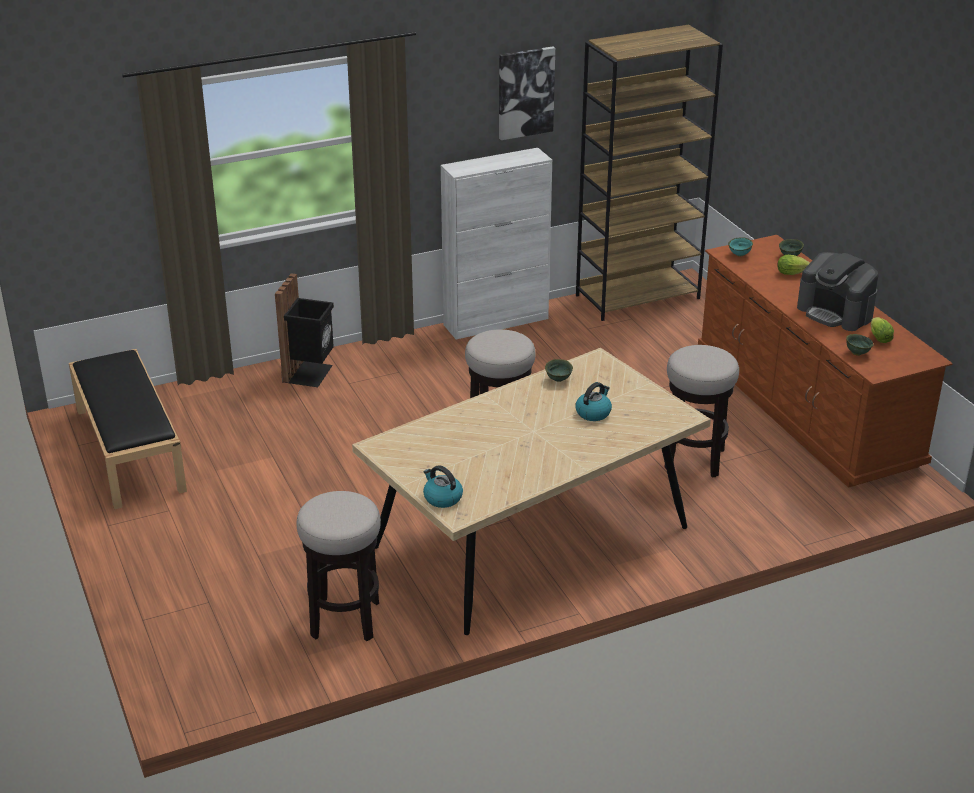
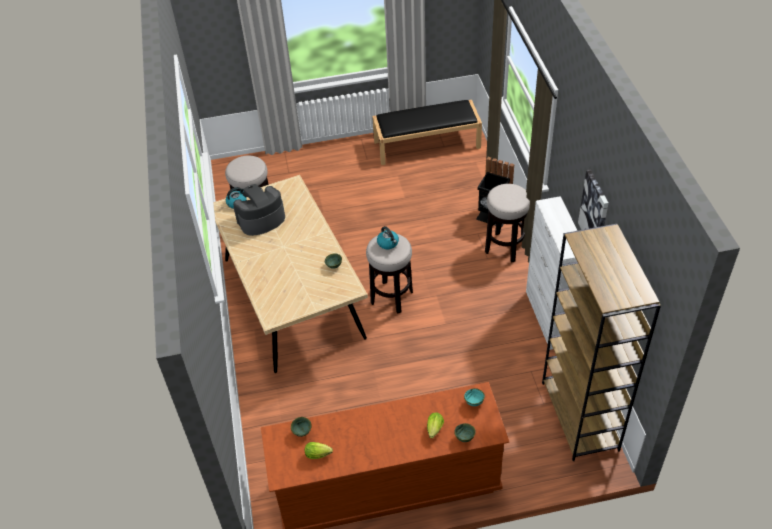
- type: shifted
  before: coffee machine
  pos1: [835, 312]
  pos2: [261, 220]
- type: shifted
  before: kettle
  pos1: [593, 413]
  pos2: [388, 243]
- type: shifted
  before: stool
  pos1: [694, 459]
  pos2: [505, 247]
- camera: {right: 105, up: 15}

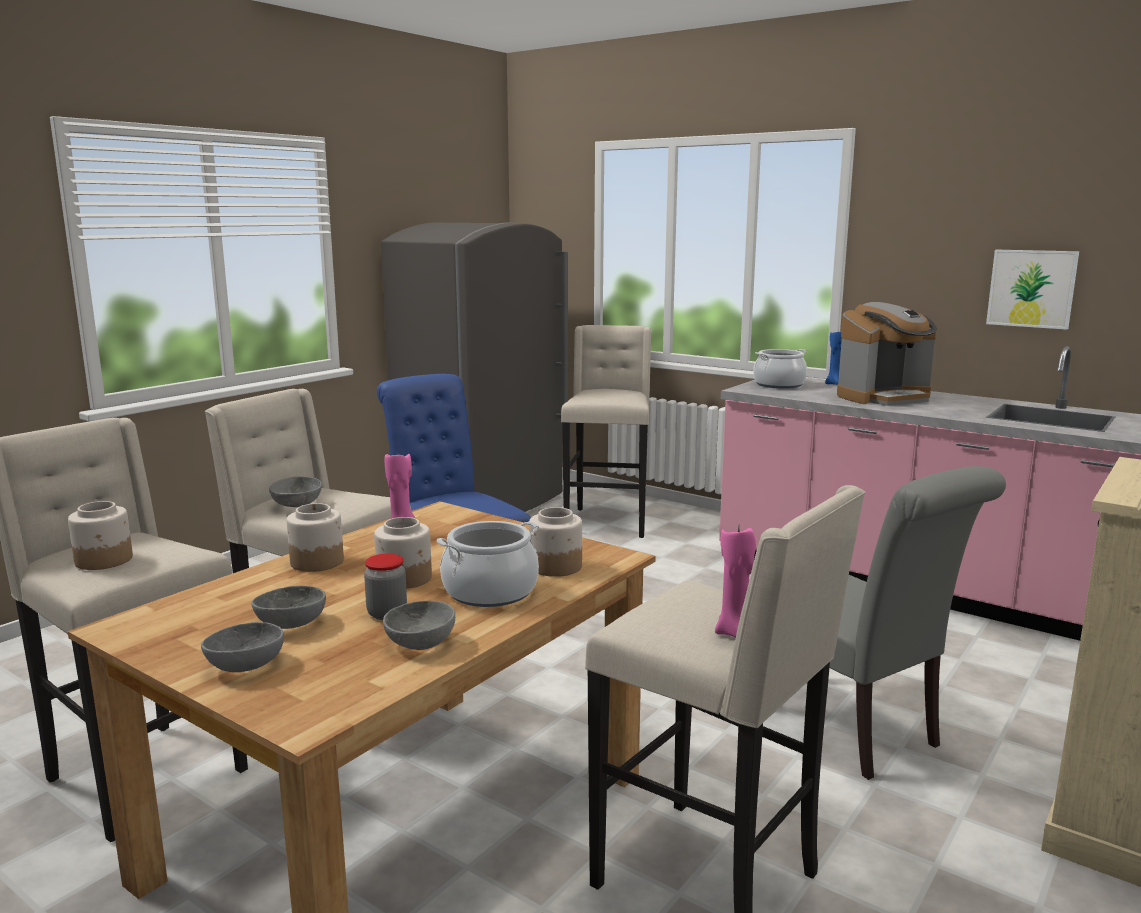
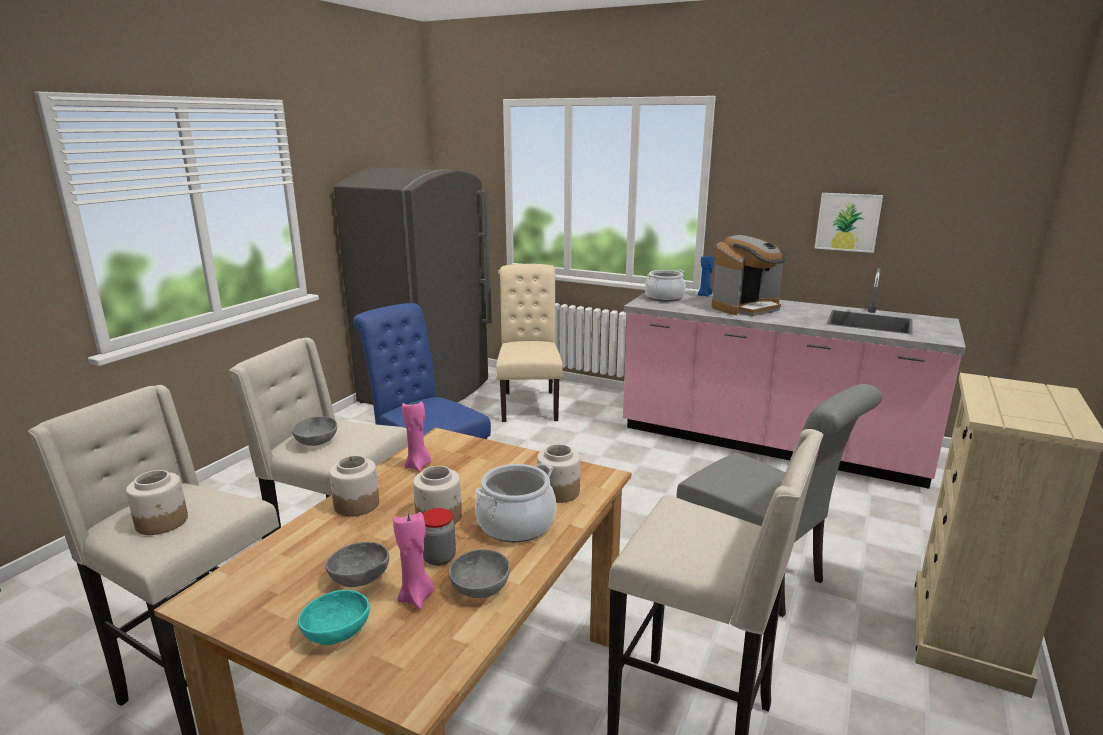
- type: repainted
  before: grey bowl
  after: turquoise bowl
  pos1: [244, 665]
  pos2: [335, 633]
- type: shifted
  before: pink candle
  pos1: [735, 632]
  pos2: [416, 597]
- type: swapped
  before: beige stool
  after: beige chair
  pos1: [607, 522]
  pos2: [529, 404]
- camera: {right: -10, up: 5}

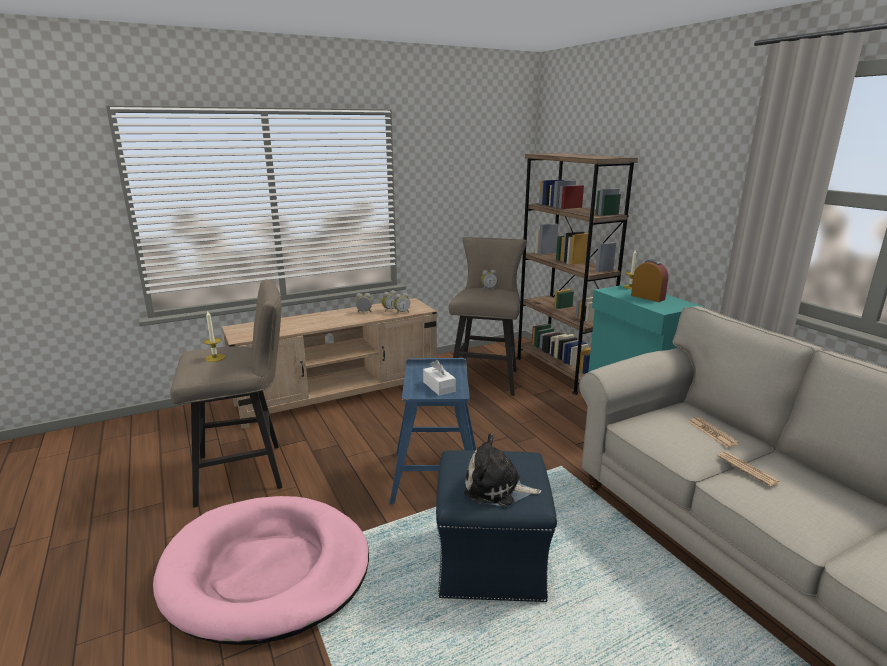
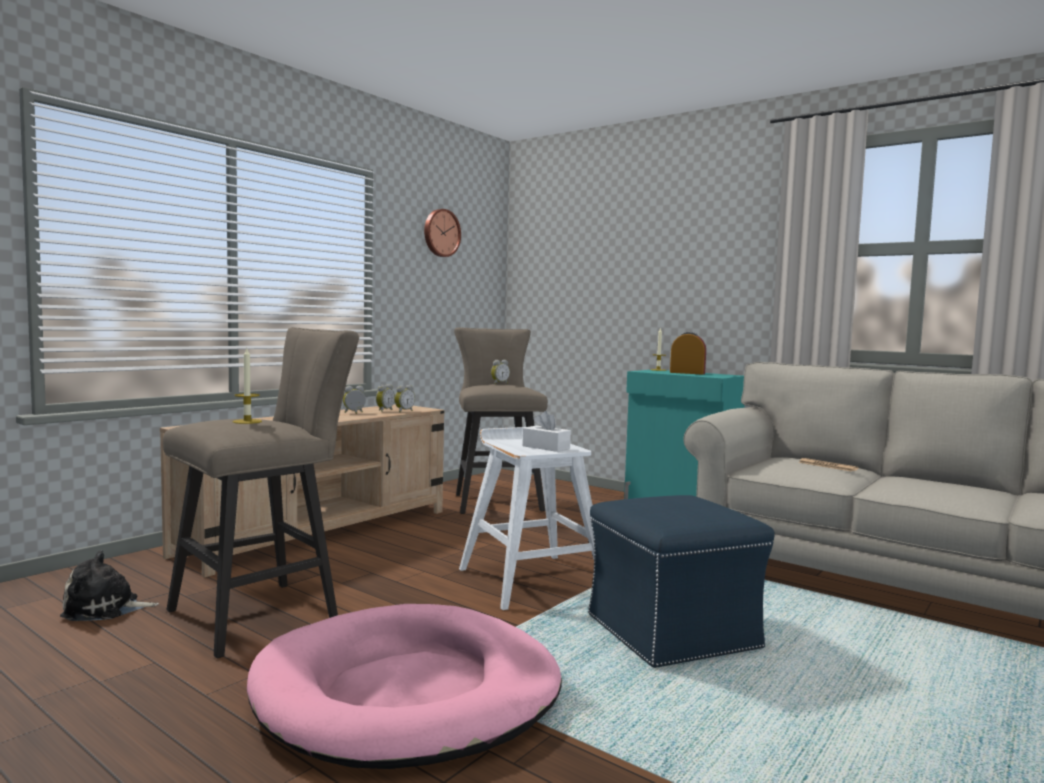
- type: shifted
  before: plush toy
  pos1: [497, 488]
  pos2: [105, 609]
- type: new
  after: wall clock
  pos2: [441, 233]
- type: repainted
  before: blue stool
  after: white stool
  pos1: [436, 475]
  pos2: [531, 580]
- type: gone
  before: brown bookcase
  pos1: [560, 371]
- type: gone
  before: newspaper
  pos1: [747, 469]
- camera: {right: -25, up: -15}

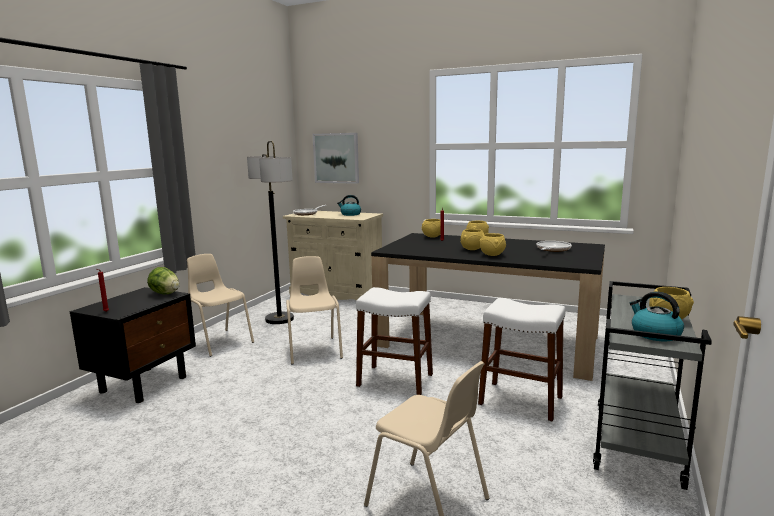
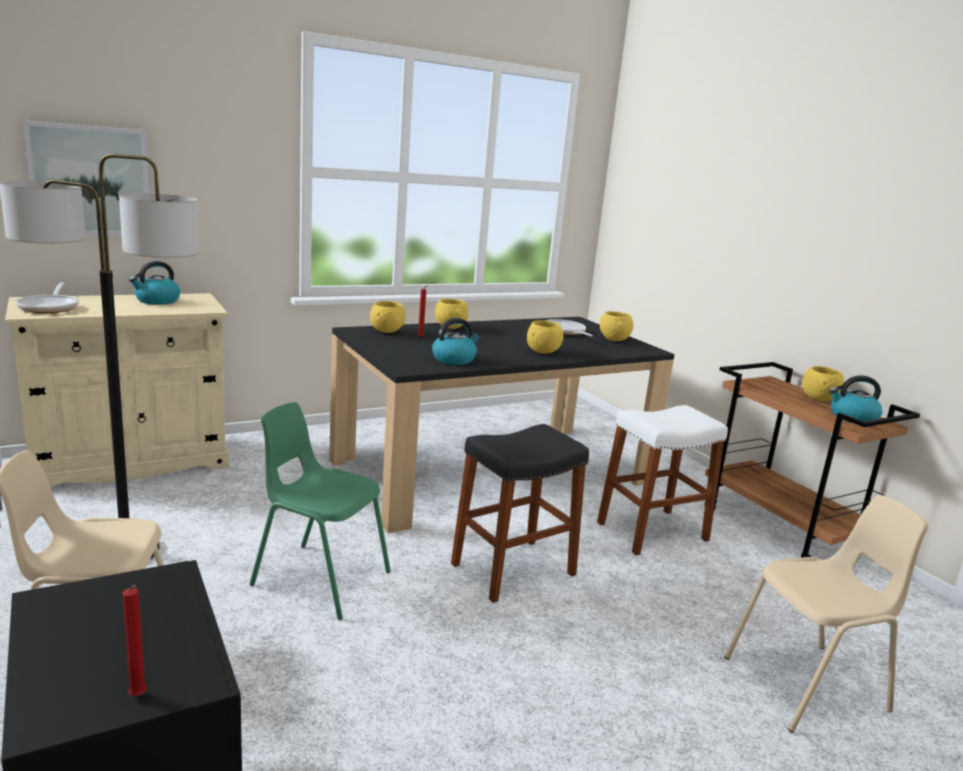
- type: repainted
  before: beige chair
  after: green chair
  pos1: [314, 350]
  pos2: [320, 578]
- type: new
  after: kettle
  pos2: [454, 359]
- type: repainted
  before: white stool
  after: black stool
  pos1: [395, 380]
  pos2: [513, 569]
- type: shifted
  before: yellow bowl
  pos1: [472, 249]
  pos2: [613, 340]
- type: repainted
  before: grey cart
  after: brown cart
  pos1: [638, 445]
  pos2: [781, 531]
- type: gone
  before: lettuce
  pos1: [165, 293]
- camera: {right: -55, up: 5}

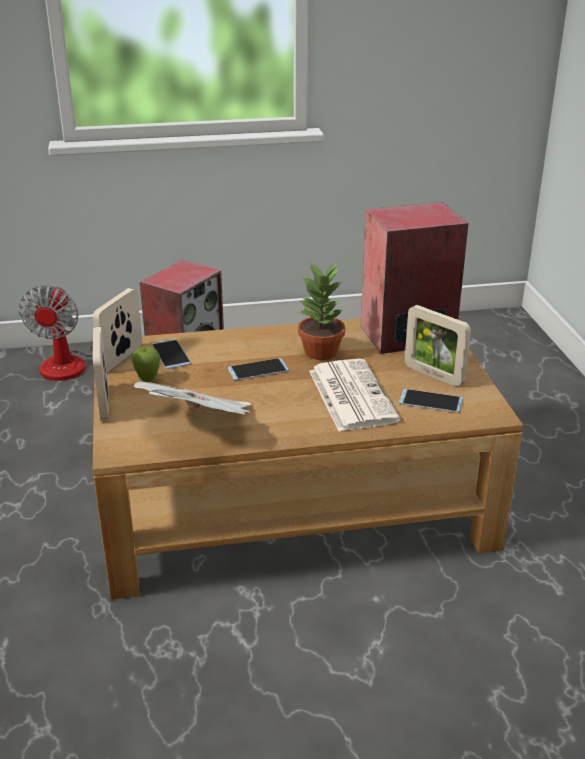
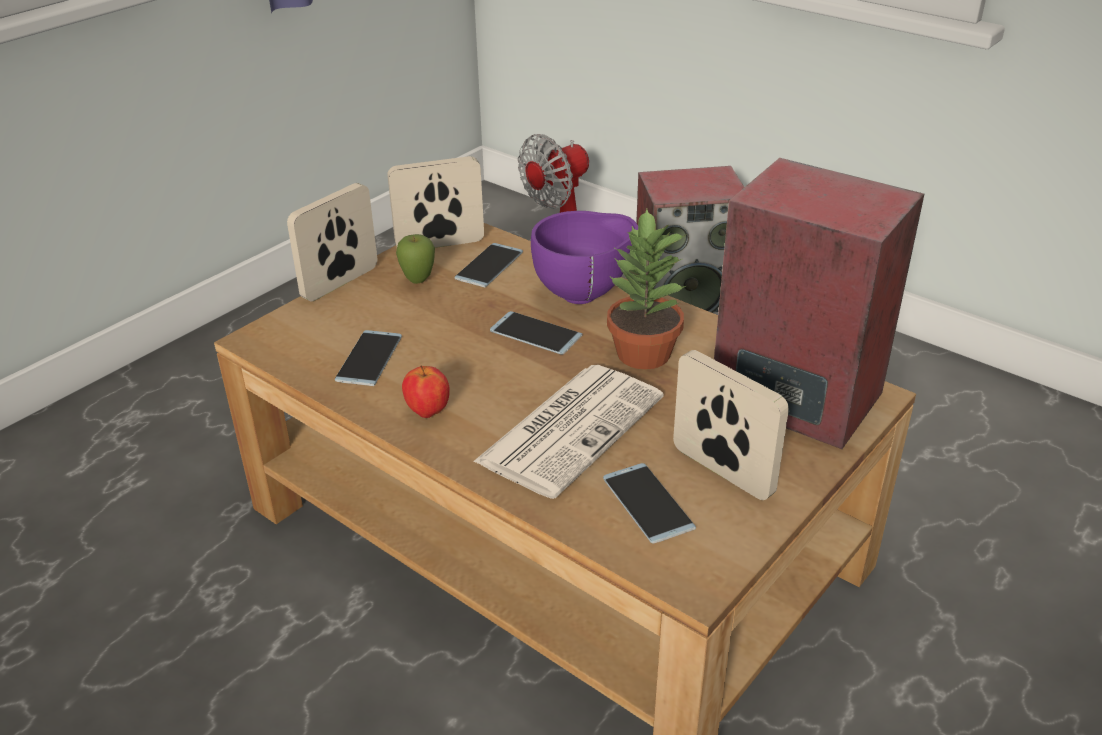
- type: swapped
  before: newspaper
  after: phone
  pos1: [200, 424]
  pos2: [369, 358]
- type: new
  after: apple
  pos2: [428, 412]
- type: new
  after: purple bowl
  pos2: [585, 295]
- type: rotated
  before: picture frame
  pos1: [433, 375]
  pos2: [722, 471]
  turn: 135
- camera: {right: 50, up: 5}

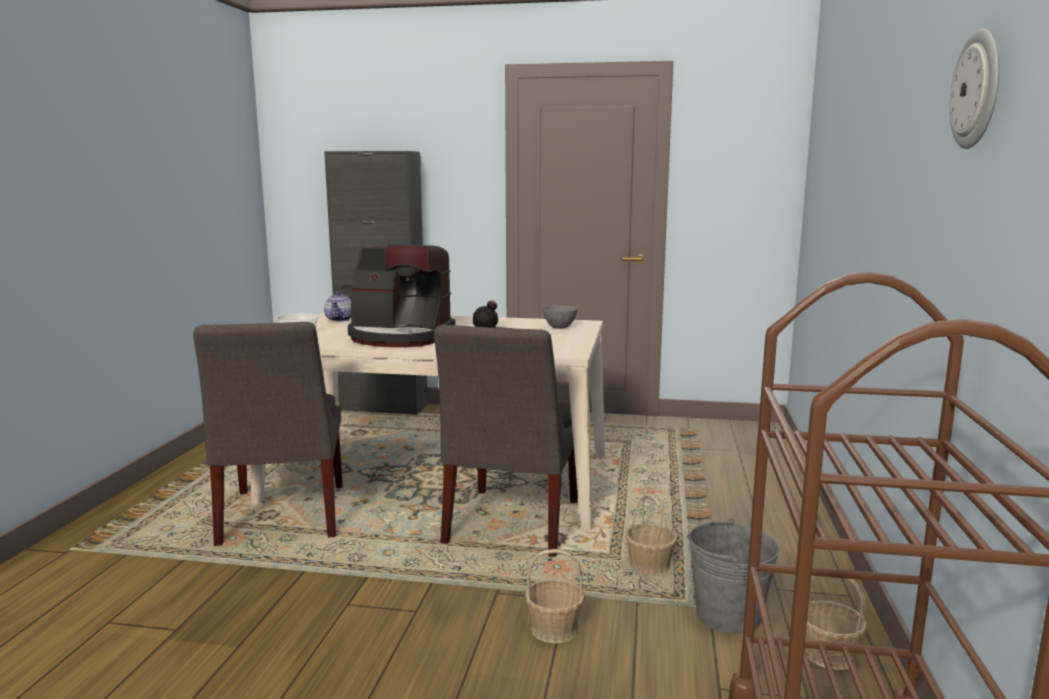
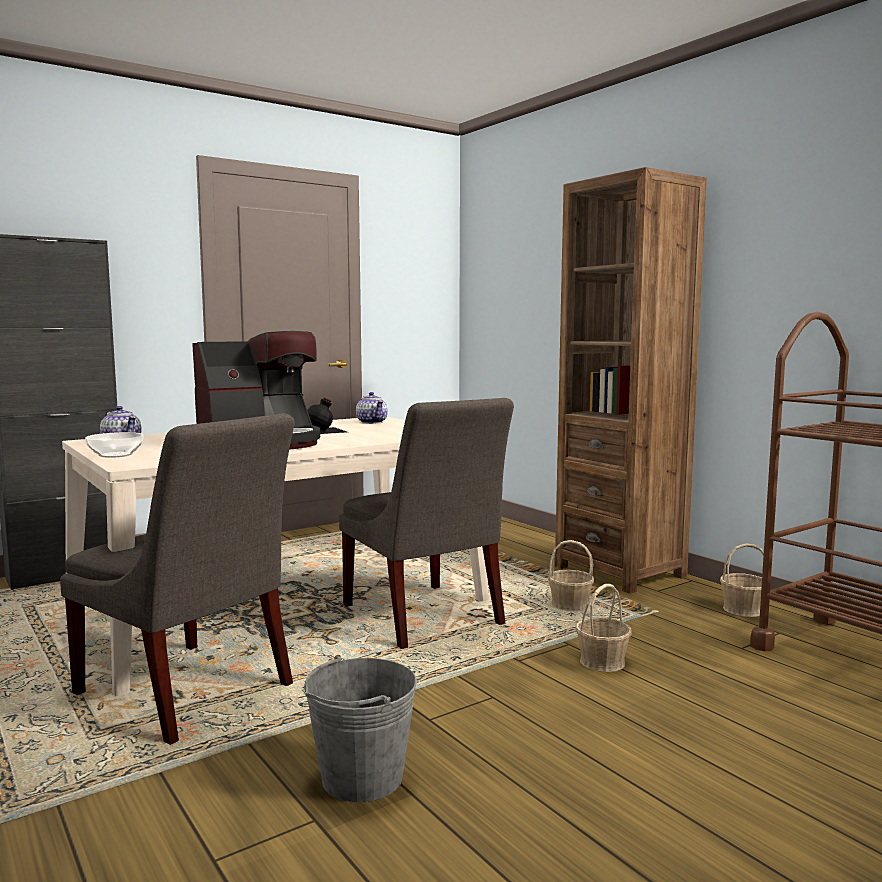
- type: shifted
  before: grey bucket
  pos1: [728, 615]
  pos2: [362, 778]
- type: swapped
  before: grey bowl
  after: teapot
  pos1: [560, 327]
  pos2: [372, 422]
- type: new
  after: brown bookcase
  pos2: [620, 571]
- type: gone
  before: wall clock
  pos1: [977, 90]
- camera: {right: -45, up: -5}

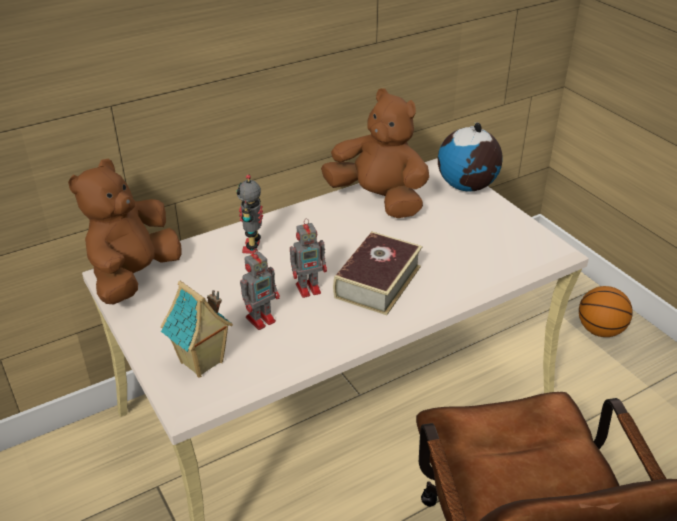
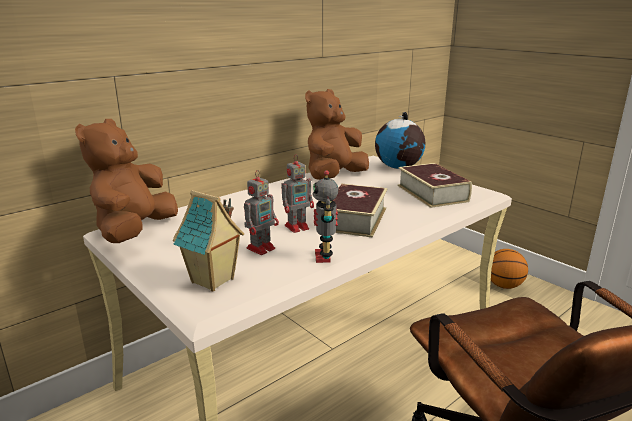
- type: rotated
  before: brown plush toy
  pos1: [378, 199]
  pos2: [334, 177]
  turn: -75
- type: shifted
  before: toy robot
  pos1: [253, 247]
  pos2: [325, 257]
- type: new
  after: book
  pos2: [432, 193]
- camera: {right: -10, up: -15}

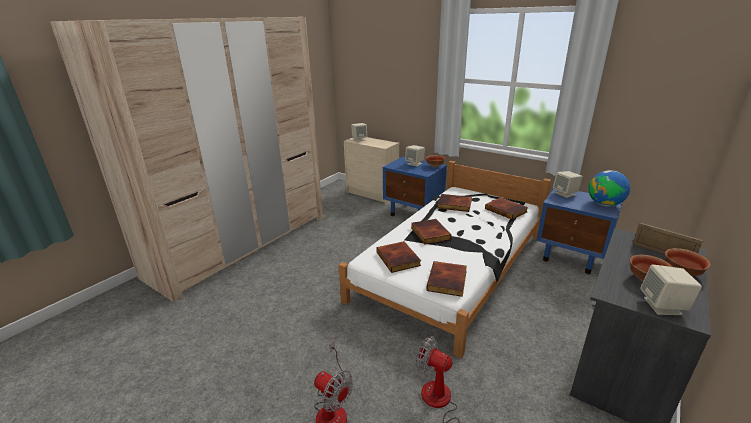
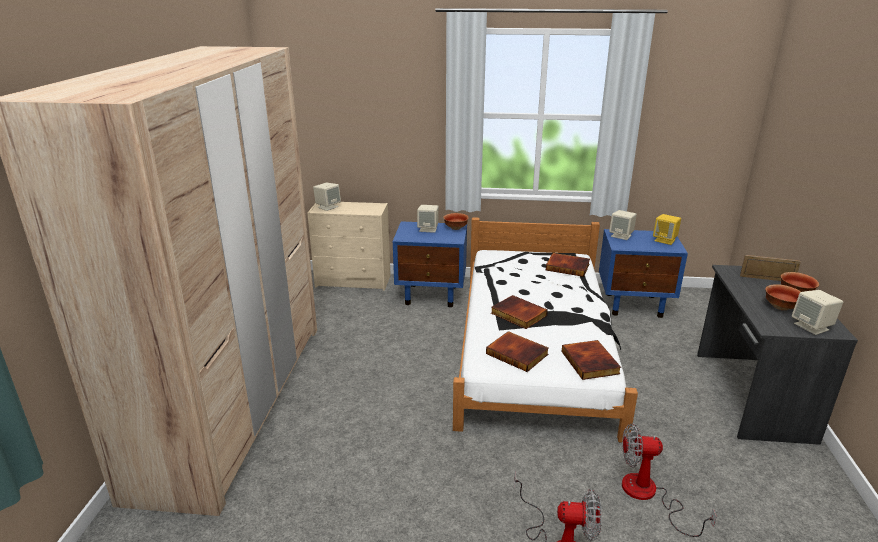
- type: swapped
  before: globe
  after: yellow speaker
  pos1: [604, 204]
  pos2: [665, 240]
- type: gone
  before: book
  pos1: [454, 205]
- camera: {right: -30, up: 0}

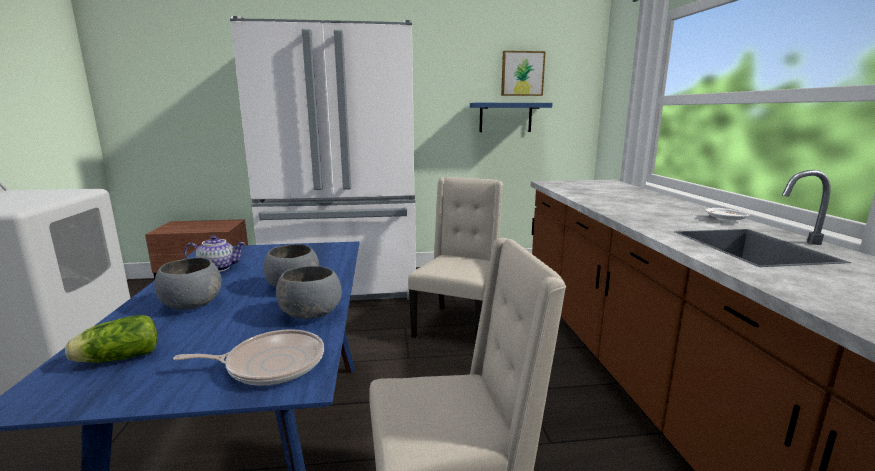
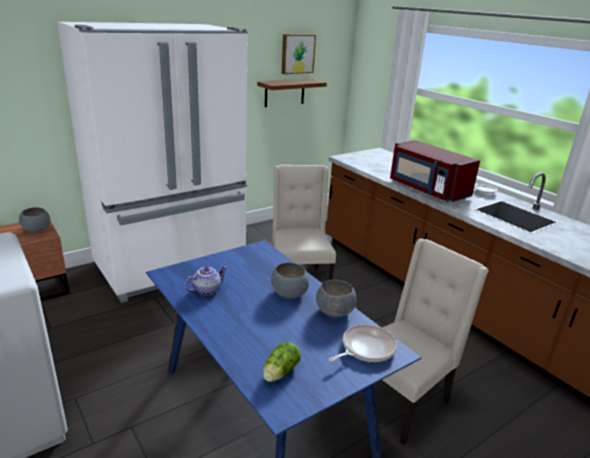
- type: shifted
  before: grey bowl
  pos1: [191, 305]
  pos2: [36, 230]
- type: repainted
  before: blue shelf
  after: brown shelf
  pos1: [505, 117]
  pos2: [284, 92]
- type: new
  after: red microwave
  pos2: [427, 189]
- camera: {right: -30, up: 10}

